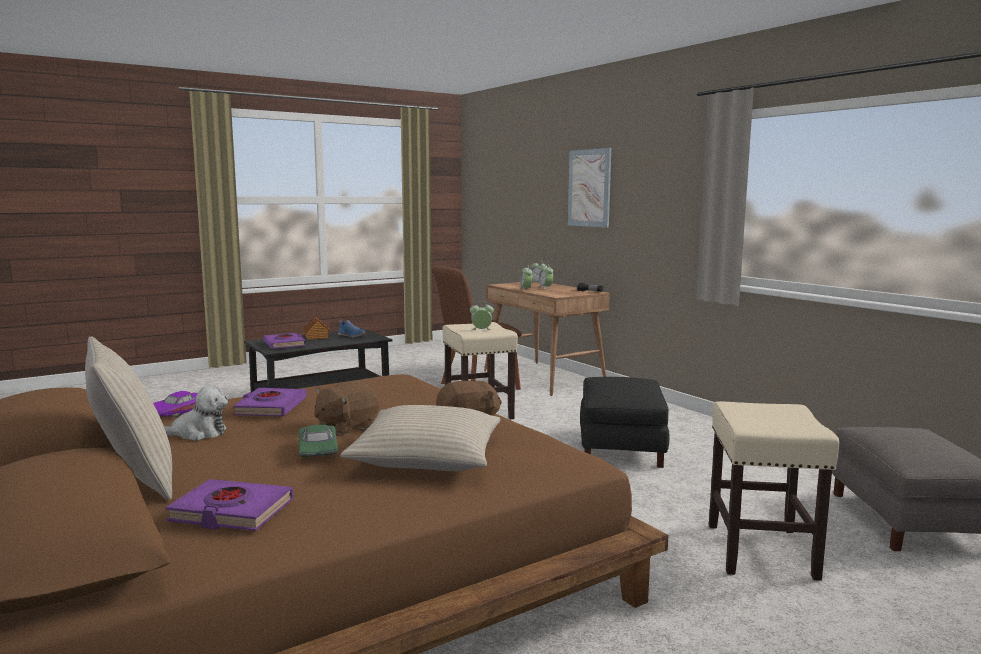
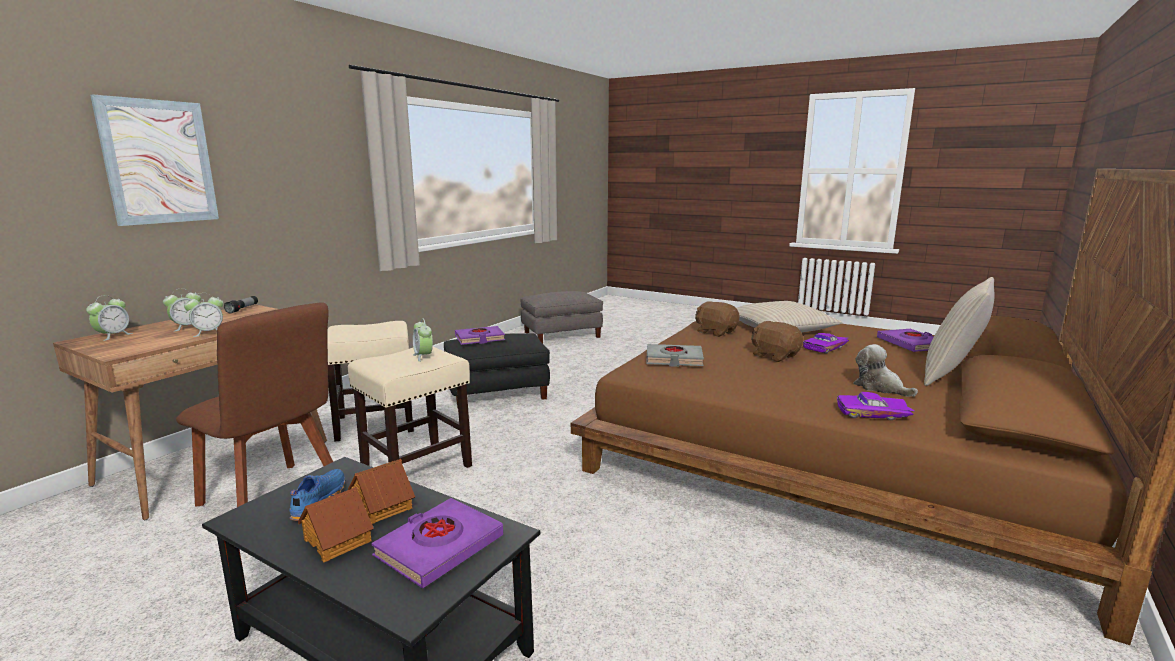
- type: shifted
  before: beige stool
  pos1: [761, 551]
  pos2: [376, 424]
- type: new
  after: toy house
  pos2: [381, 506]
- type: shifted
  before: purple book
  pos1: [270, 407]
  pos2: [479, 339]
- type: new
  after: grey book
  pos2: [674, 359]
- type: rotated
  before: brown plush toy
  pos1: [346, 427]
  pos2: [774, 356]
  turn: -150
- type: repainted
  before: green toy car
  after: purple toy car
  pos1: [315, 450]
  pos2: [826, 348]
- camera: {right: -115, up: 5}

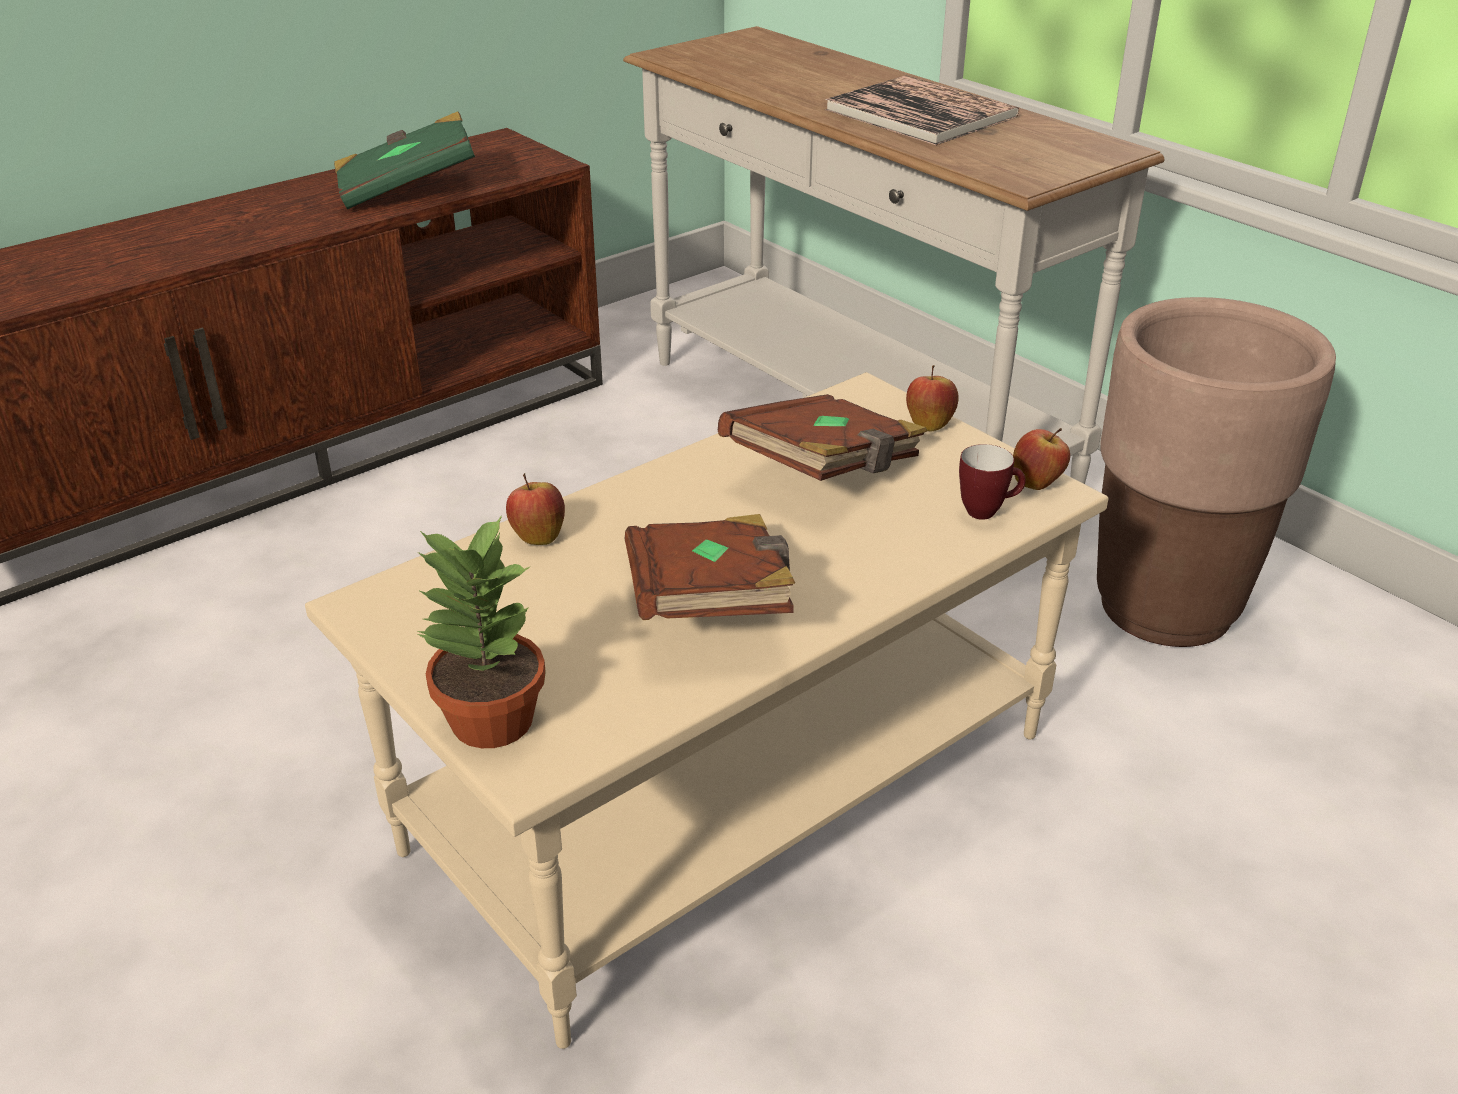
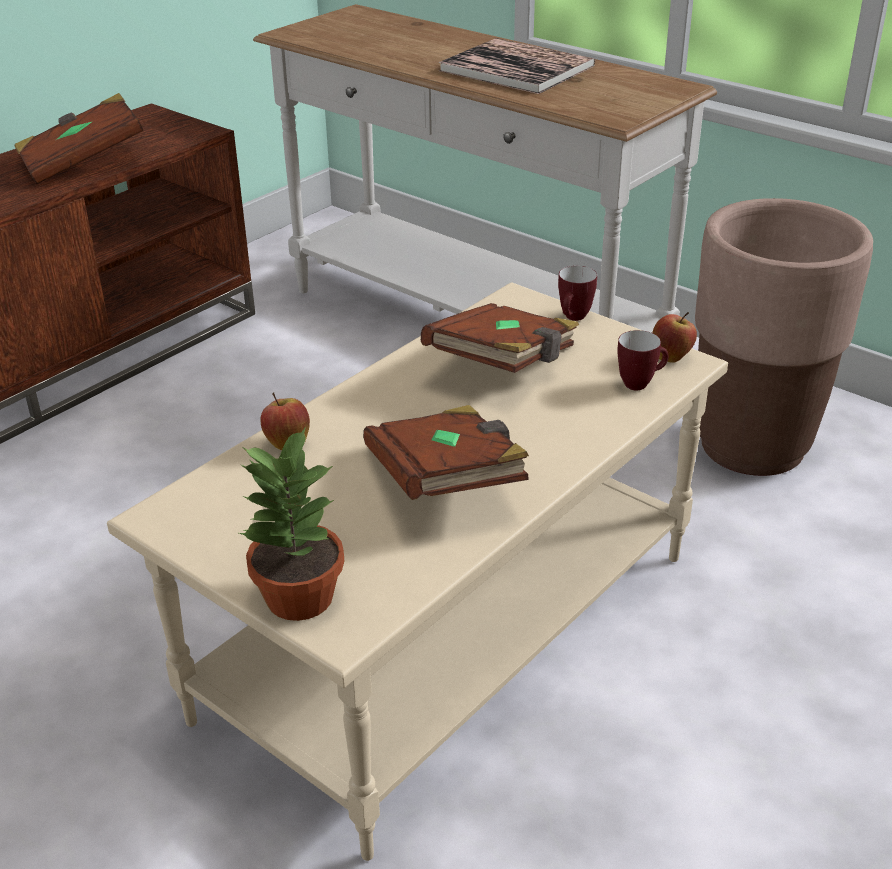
- type: repainted
  before: green book
  after: brown book
  pos1: [407, 189]
  pos2: [83, 163]
- type: swapped
  before: apple
  after: mug
  pos1: [929, 424]
  pos2: [574, 319]
- camera: {right: -10, up: 0}

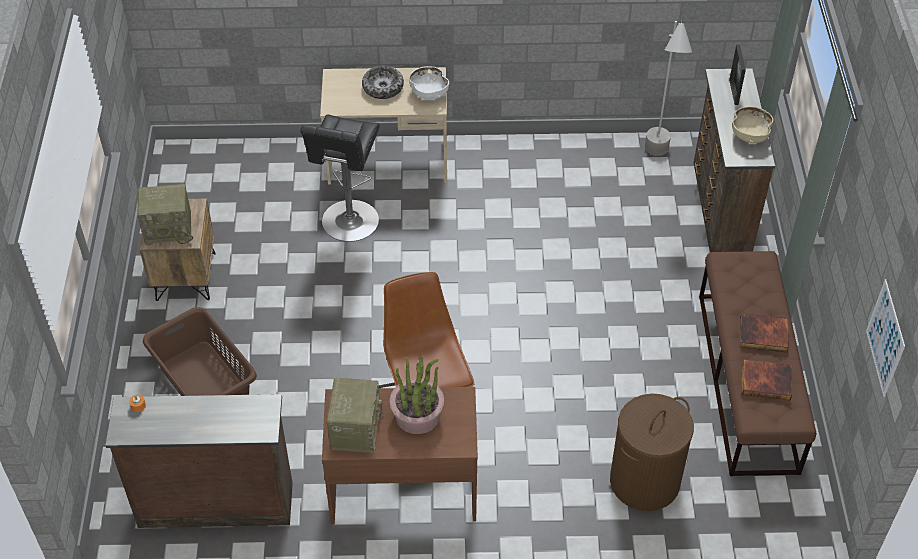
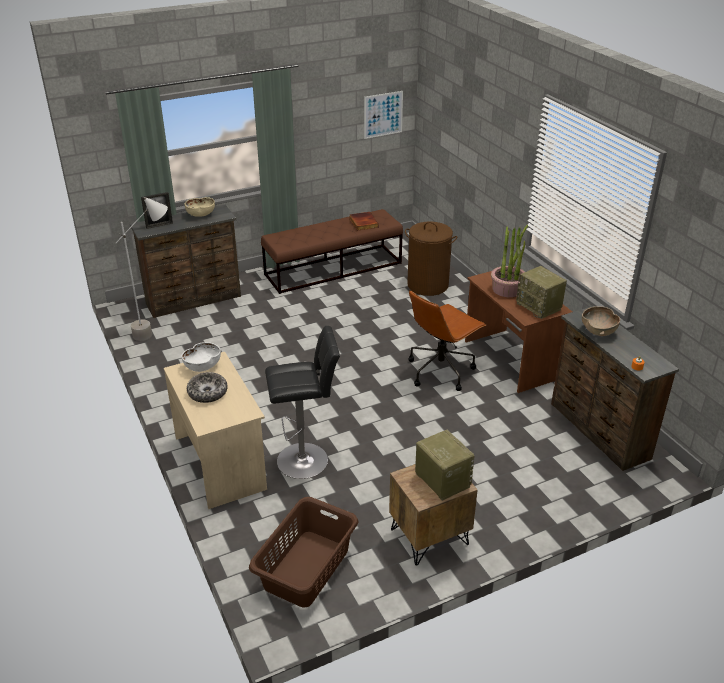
- type: shifted
  before: brown laundry basket
  pos1: [205, 380]
  pos2: [305, 568]
- type: rotated
  before: radio
  pos1: [355, 428]
  pos2: [539, 306]
  turn: -105
- type: new
  after: brown bowl
  pos2: [598, 331]
- type: gone
  before: book
  pos1: [763, 335]
- camera: {right: -115, up: -15}

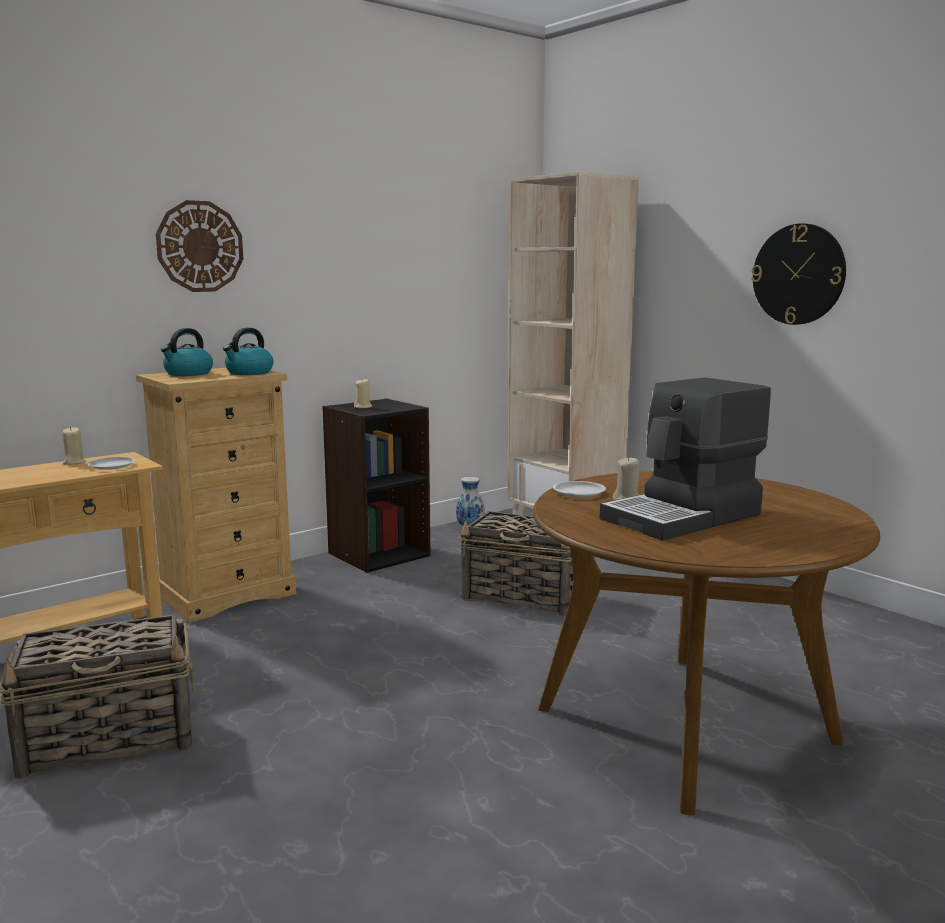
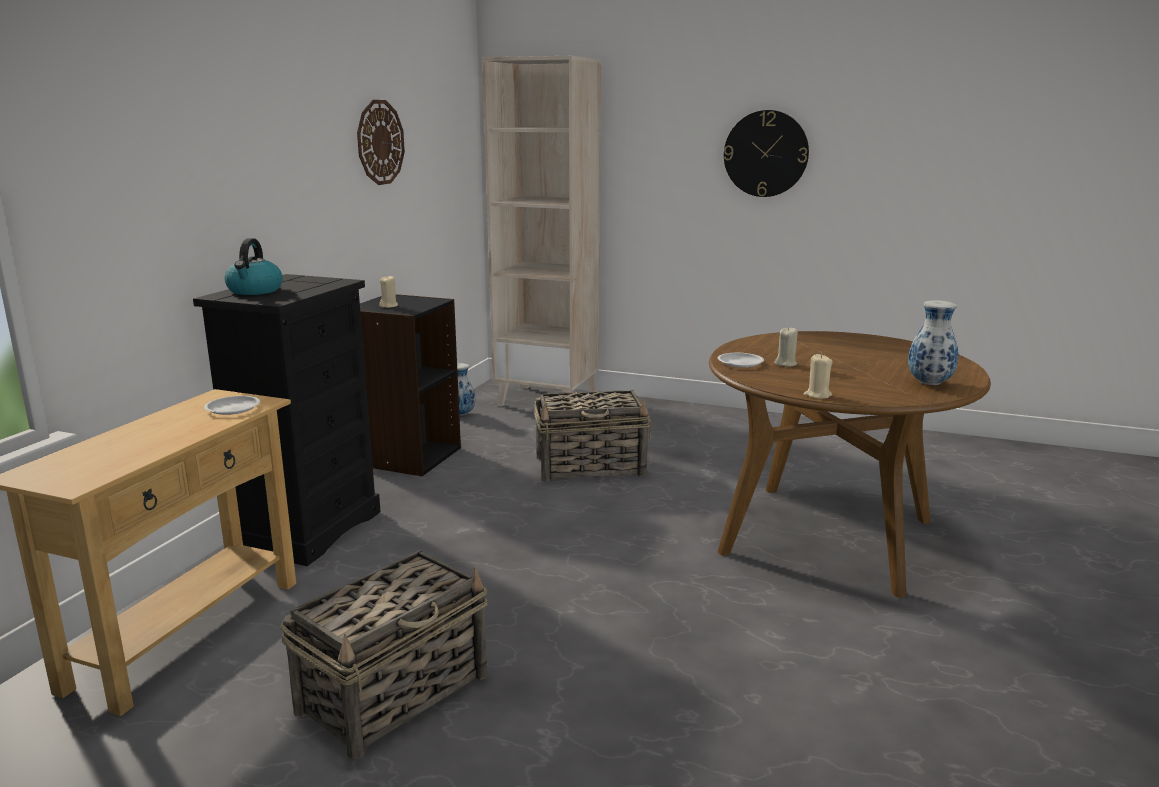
- type: repainted
  before: beige dresser
  after: black dresser
  pos1: [227, 595]
  pos2: [308, 529]
- type: shifted
  before: wall clock
  pos1: [200, 246]
  pos2: [380, 142]
- type: shifted
  before: beige candle
  pos1: [74, 462]
  pos2: [817, 395]
- type: new
  after: vase
  pos2: [930, 383]
- type: gone
  before: kettle
  pos1: [249, 373]
- type: gone
  before: coffee machine
  pos1: [684, 517]
- camera: {right: -30, up: 5}

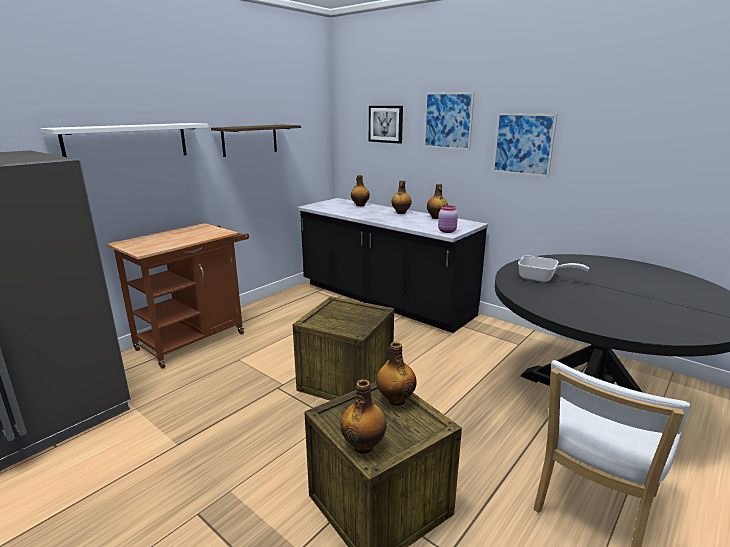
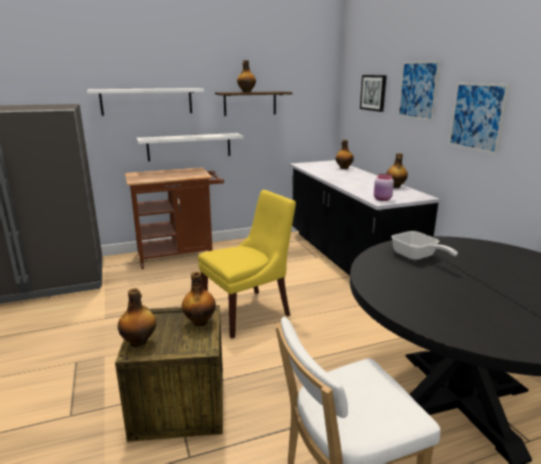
- type: new
  after: white shelf
  pos2: [189, 146]
- type: swapped
  before: crate
  after: yellow chair
  pos1: [346, 380]
  pos2: [248, 312]
- type: shifted
  before: bottle
  pos1: [400, 213]
  pos2: [246, 92]
- camera: {right: 30, up: 0}

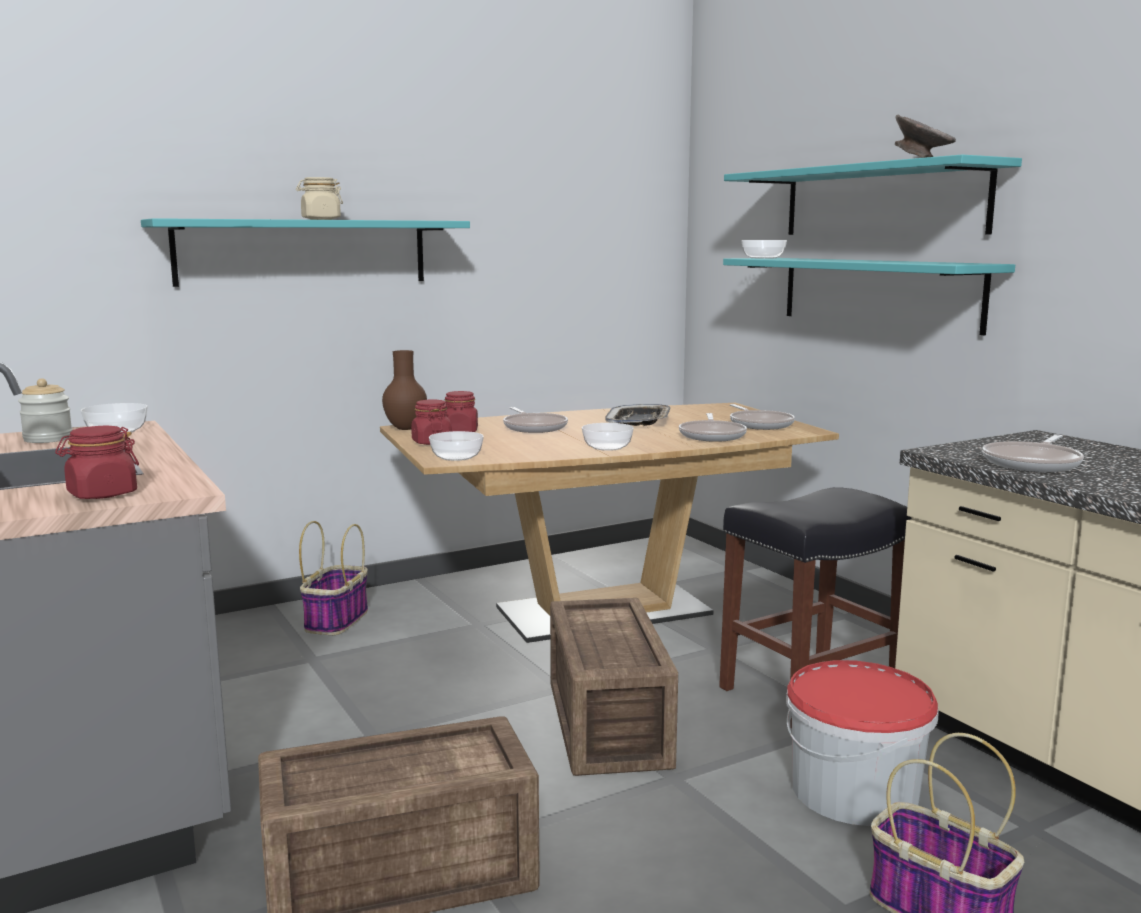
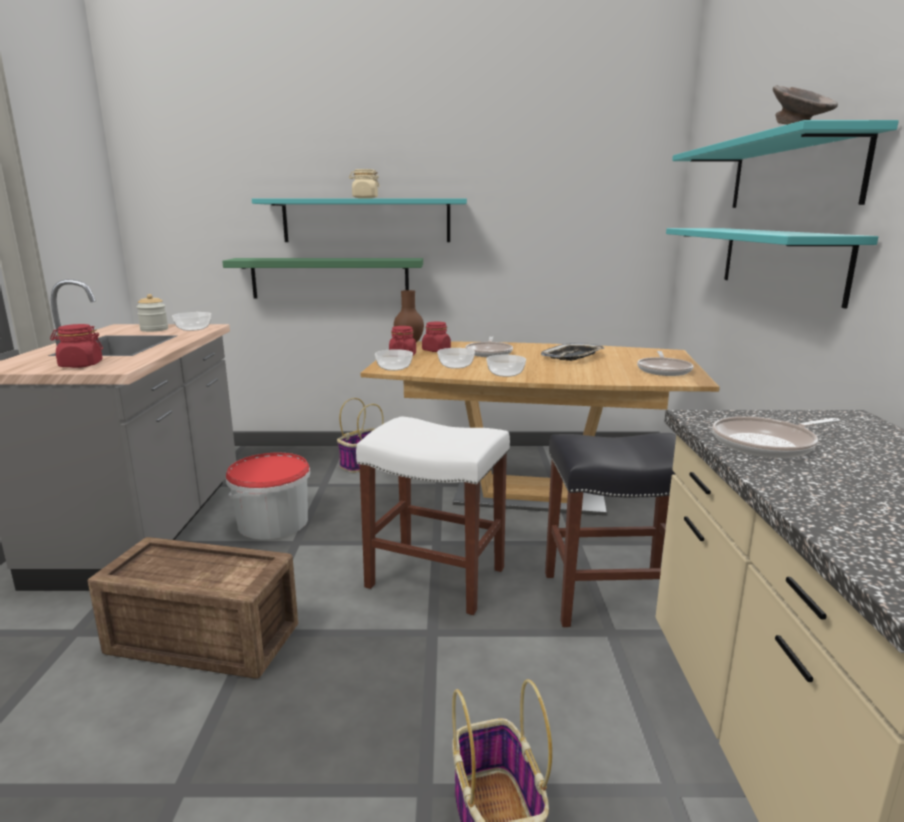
- type: new
  after: green shelf
  pos2: [330, 278]
- type: shifted
  before: bucket
  pos1: [854, 790]
  pos2: [273, 522]
- type: swapped
  before: crate
  after: white stool
  pos1: [605, 725]
  pos2: [434, 577]
- type: shifted
  before: bowl
  pos1: [764, 258]
  pos2: [456, 366]
- type: gone
  before: frying pan
  pos1: [712, 435]
- camera: {right: 30, up: 5}

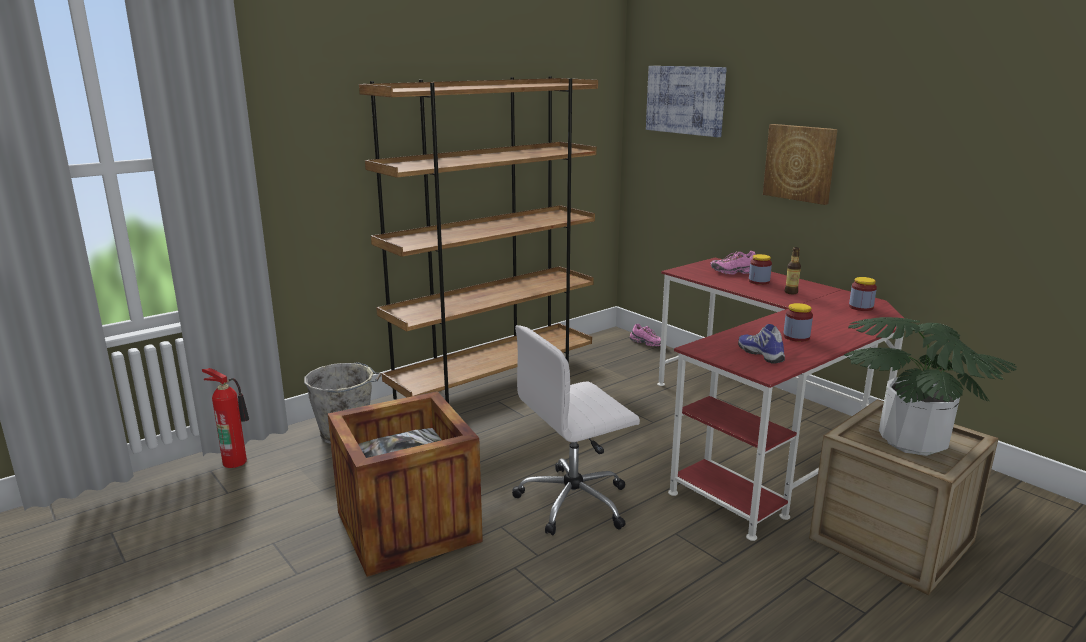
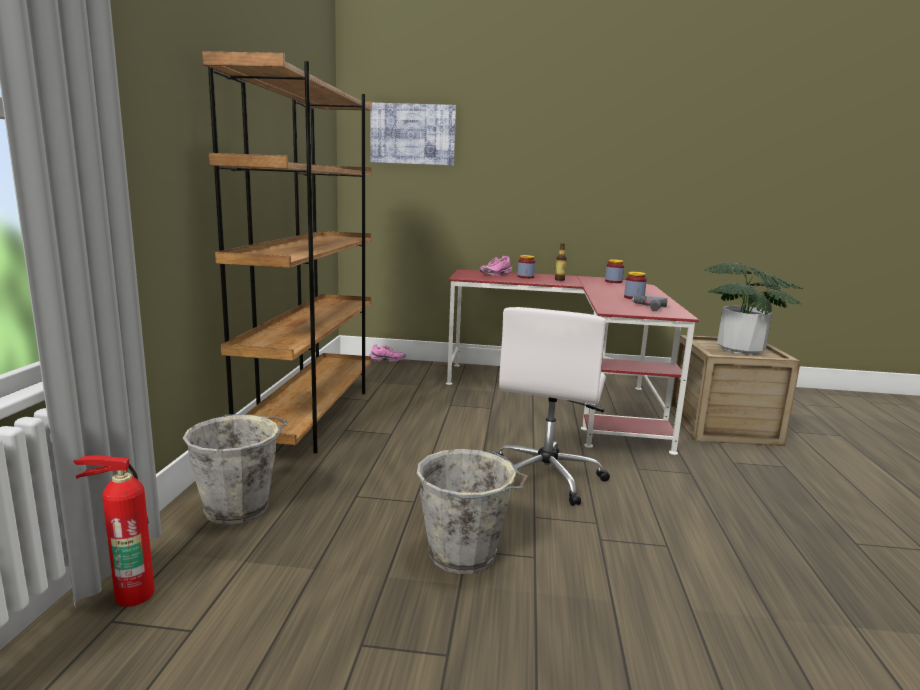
- type: swapped
  before: crate
  after: grey bucket
  pos1: [408, 526]
  pos2: [465, 554]
- type: swapped
  before: shoe
  after: power drill
  pos1: [761, 354]
  pos2: [648, 307]
- type: gone
  before: picture
  pos1: [800, 163]
- camera: {right: -45, up: -5}

